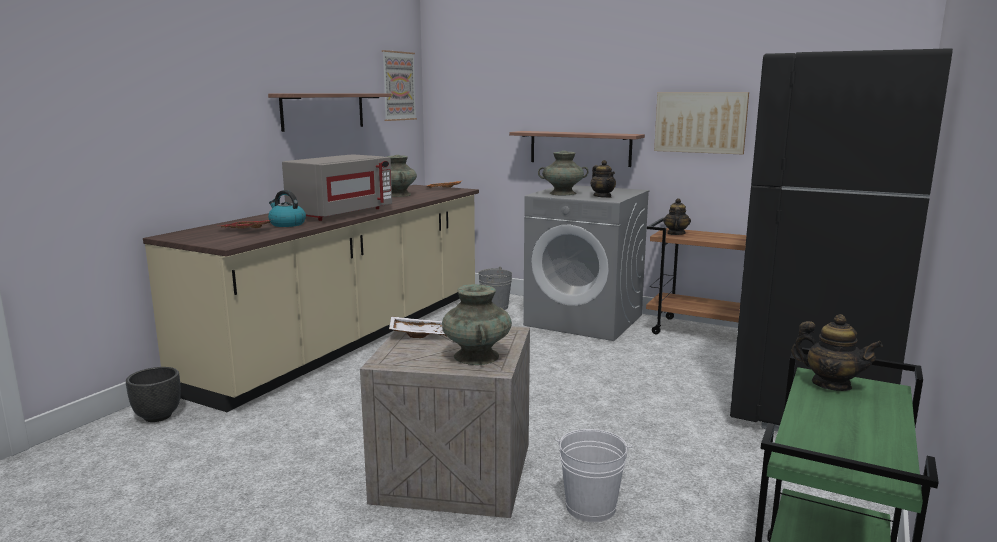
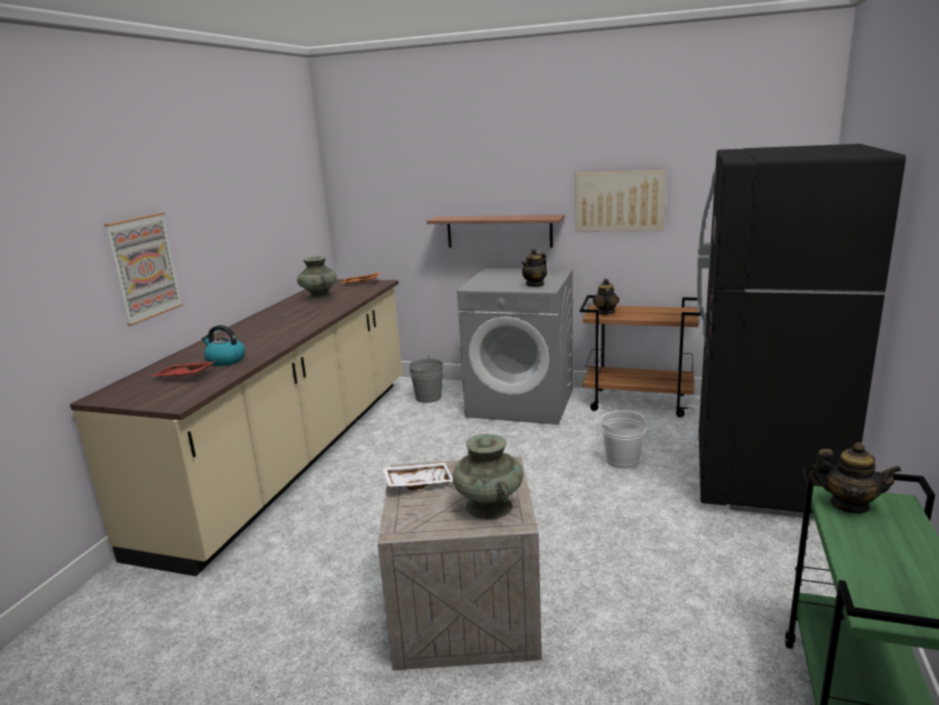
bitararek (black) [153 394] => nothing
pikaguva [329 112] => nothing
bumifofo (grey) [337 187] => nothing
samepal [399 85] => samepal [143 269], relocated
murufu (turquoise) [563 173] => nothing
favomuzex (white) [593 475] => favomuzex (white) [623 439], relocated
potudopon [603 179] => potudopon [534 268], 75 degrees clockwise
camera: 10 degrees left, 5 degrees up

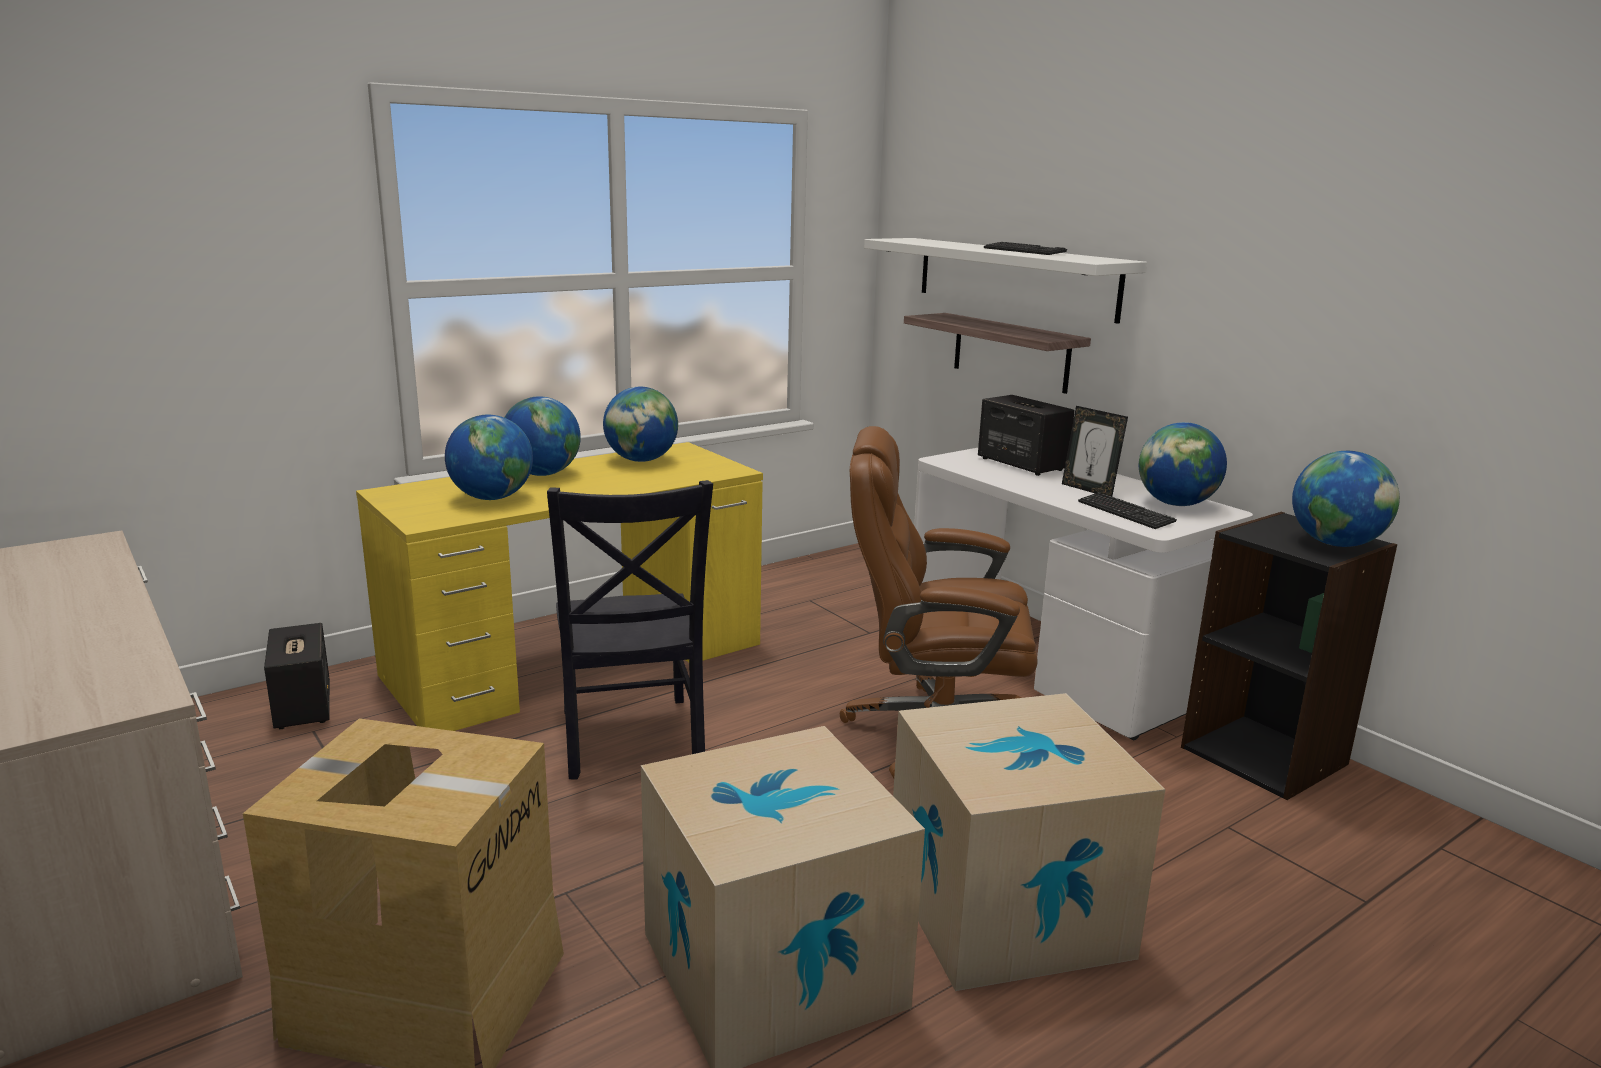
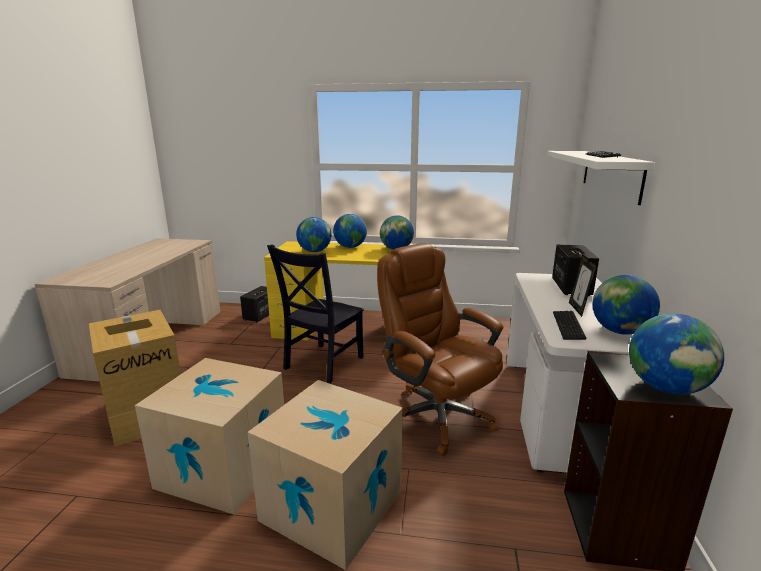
pikaguva [997 353] => nothing
camera: 45 degrees right, 0 degrees up

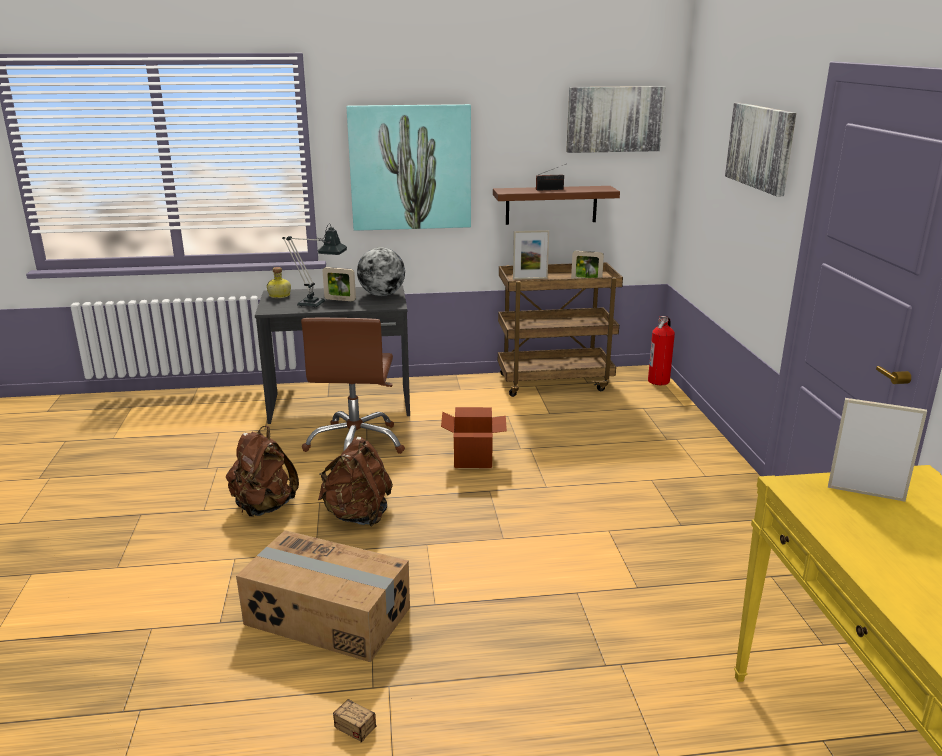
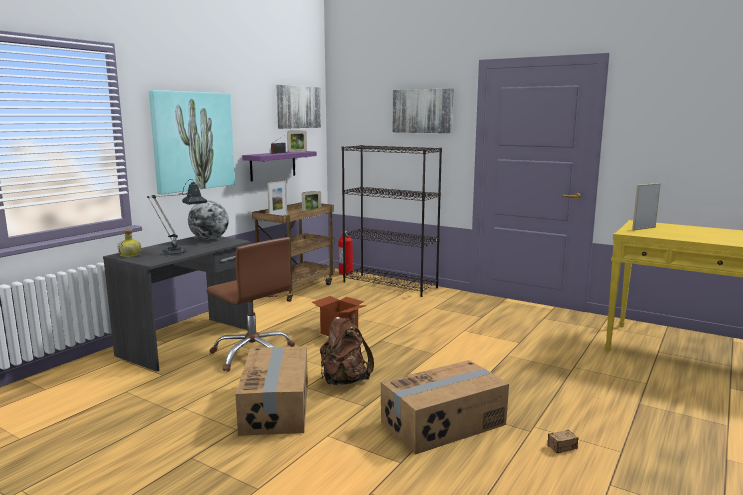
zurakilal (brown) [262 471] => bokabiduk [271 391]
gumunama [339 284] => gumunama [297 141], relocated
pikaguva (brown) [556 205] => pikaguva (purple) [279 166]
nothing => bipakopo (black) [392 221]
camera: 50 degrees left, 10 degrees down

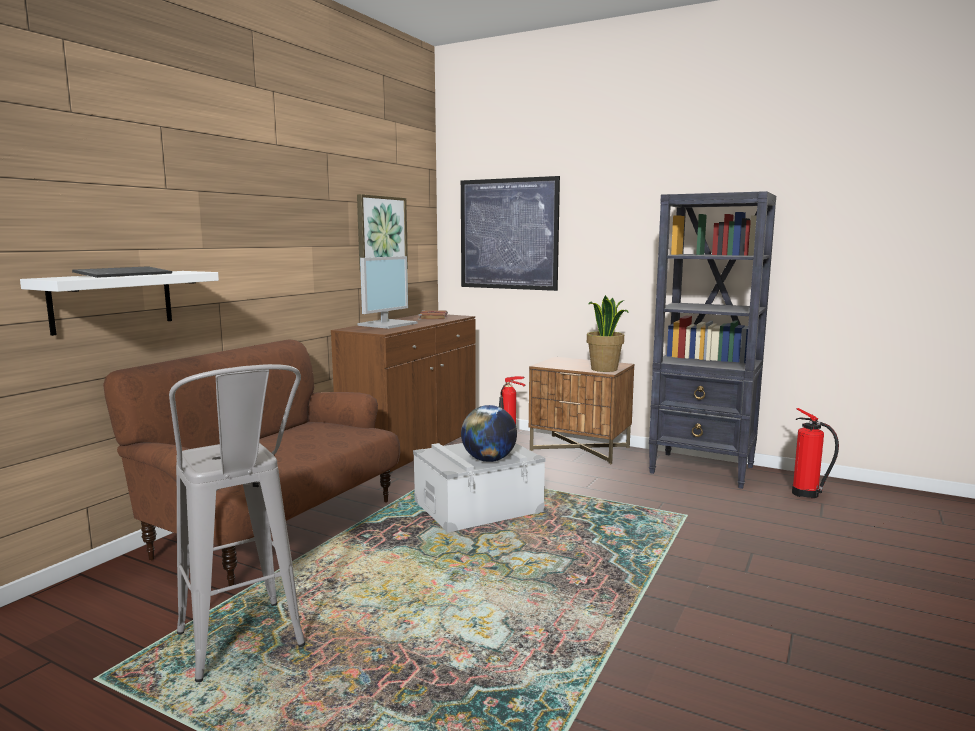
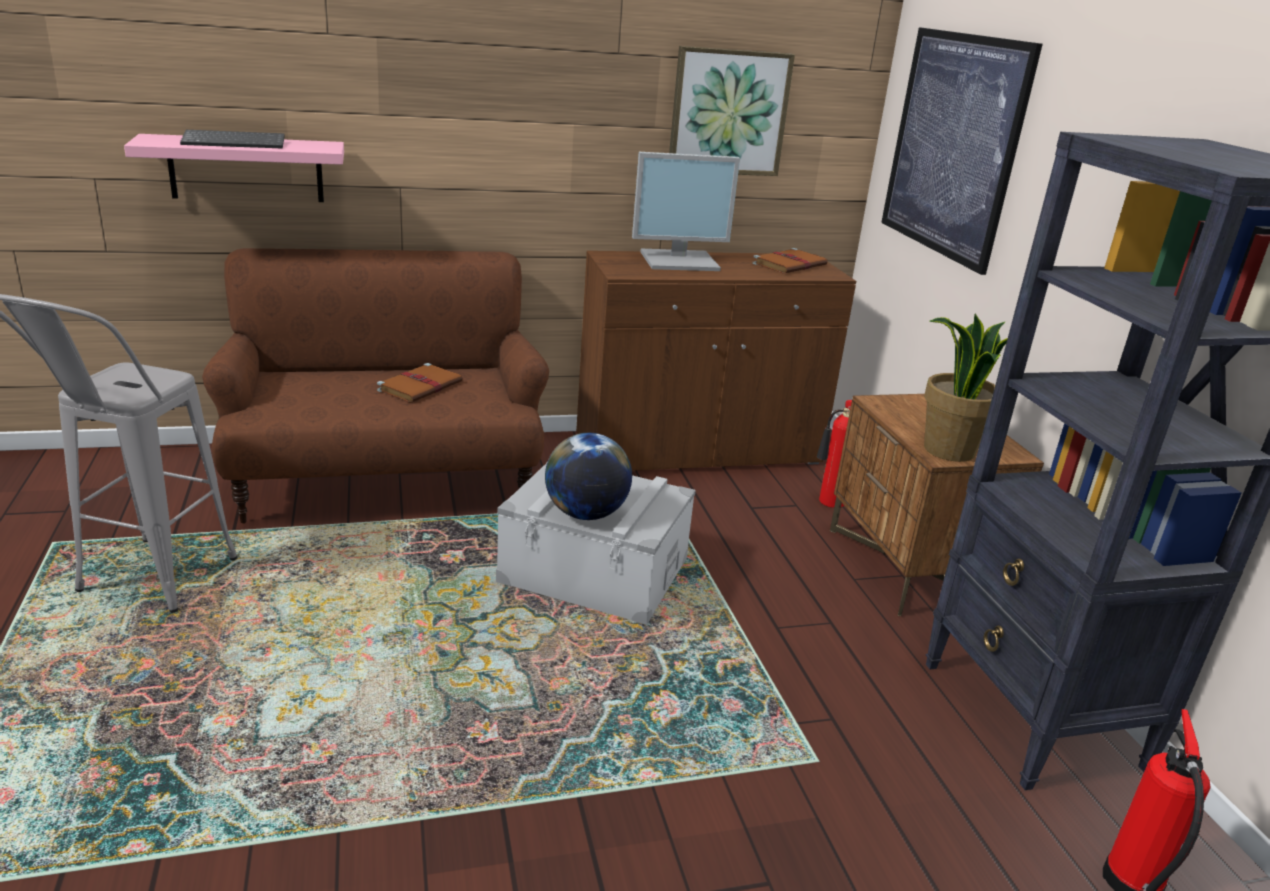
pikaguva (white) [119 303] => pikaguva (pink) [234 168]
nothing => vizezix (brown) [420 382]
camera: 45 degrees right, 15 degrees up

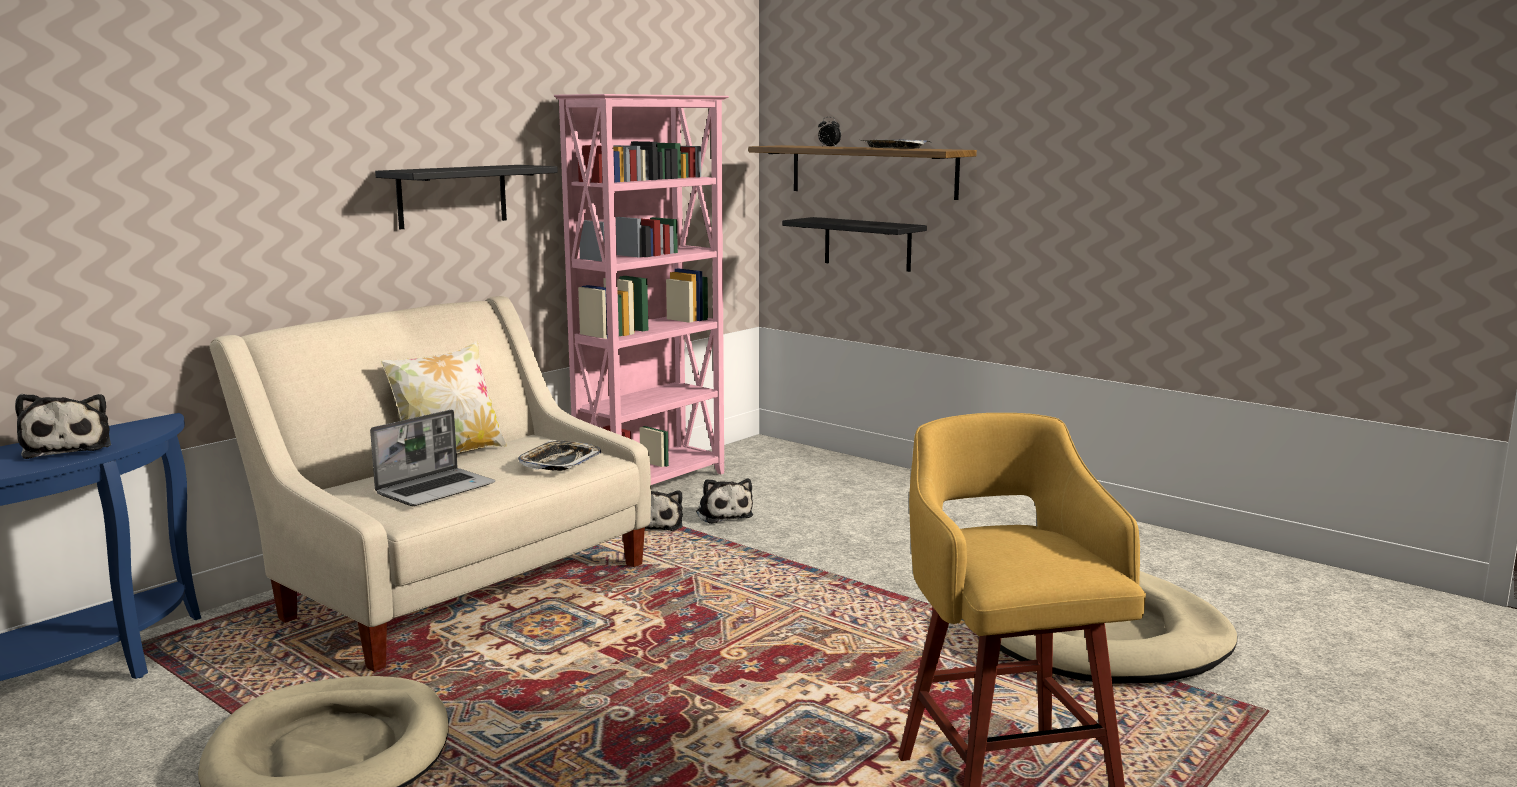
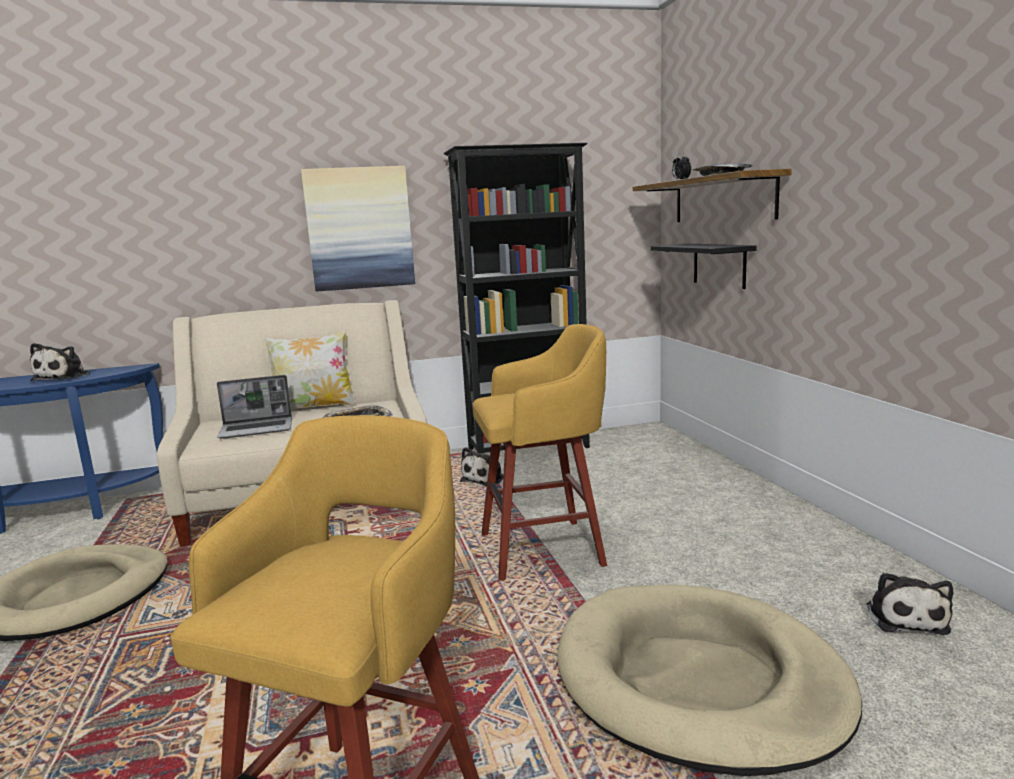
pikaguva (black) [466 197] => samepal [358 228]
bipakopo (pink) [641 289] => bipakopo (black) [517 298]
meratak [724 501] => meratak [910 603], relocated
nothing => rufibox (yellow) [540 452]
camera: 35 degrees right, 0 degrees up

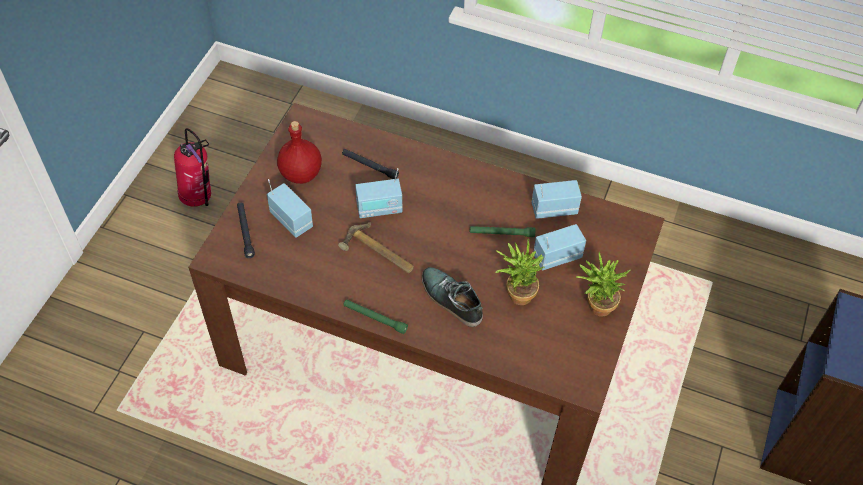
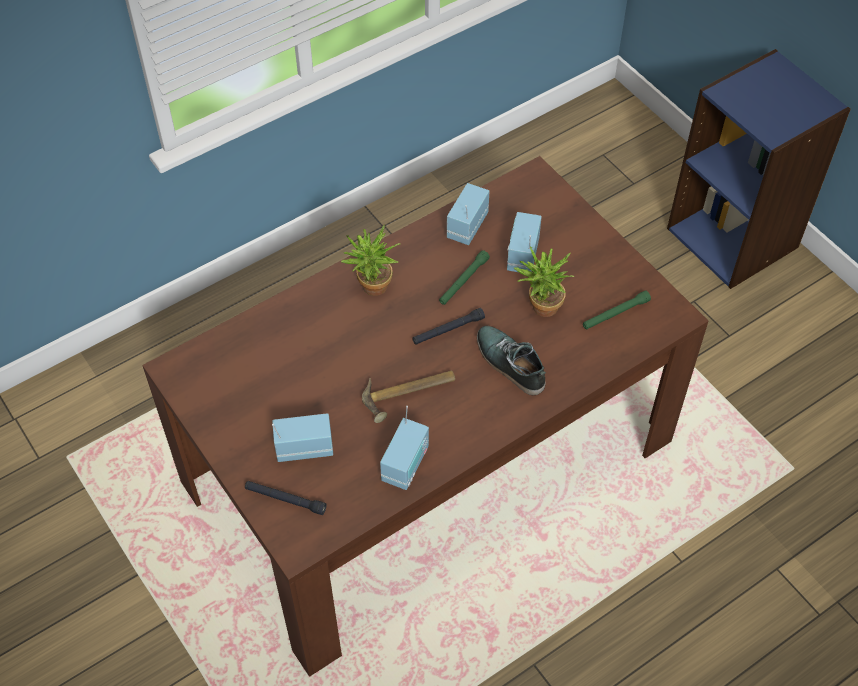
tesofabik [192 167] => nothing
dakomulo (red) [299 152] => nothing
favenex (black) [370 164] => favenex (black) [448 326], relocated
favenex (green) [375 317] => favenex (green) [617 310], relocated
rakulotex [378 193] => rakulotex [404 448], relocated
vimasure [452 297] => vimasure [511 360], 60 degrees clockwise
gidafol [603 284] => gidafol [370 260], relocated
camera: 55 degrees left, 0 degrees up

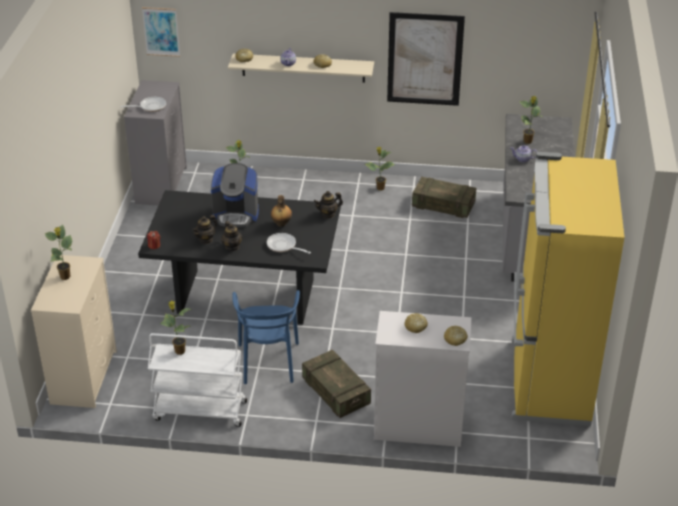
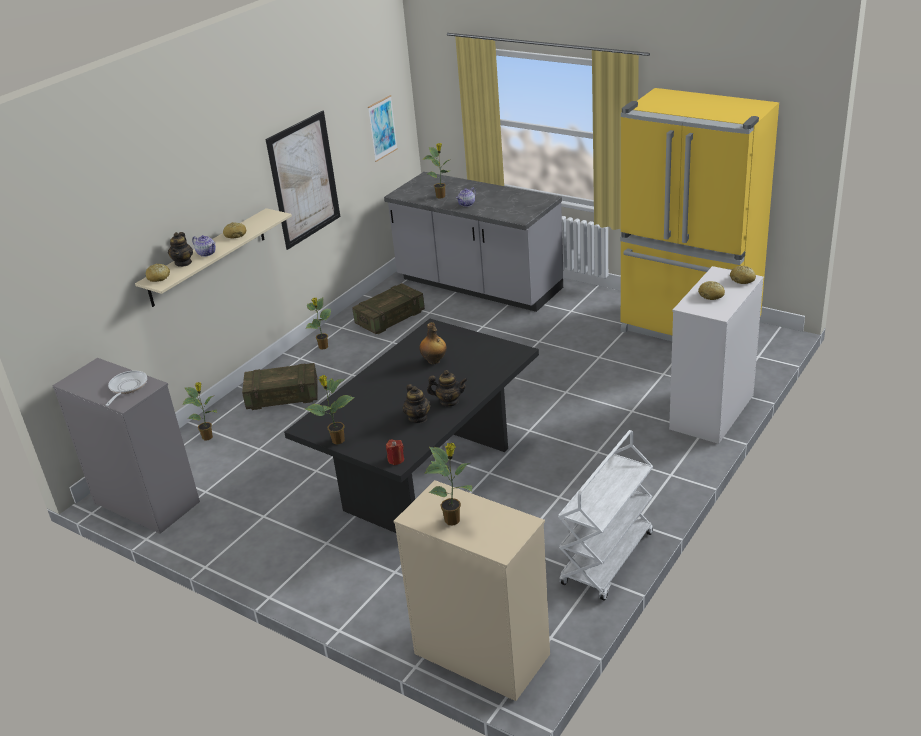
samepal [161 32] => samepal [383 128], relocated
gidafol [176 328] => gidafol [330 410], relocated
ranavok [235 195] => nothing
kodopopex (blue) [266 337] => nothing
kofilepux [289 243] => nothing
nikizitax [336 384] => nikizitax [280 386], relocated
potudopon [328 204] => potudopon [180 249], relocated
camera: 60 degrees left, 5 degrees down

